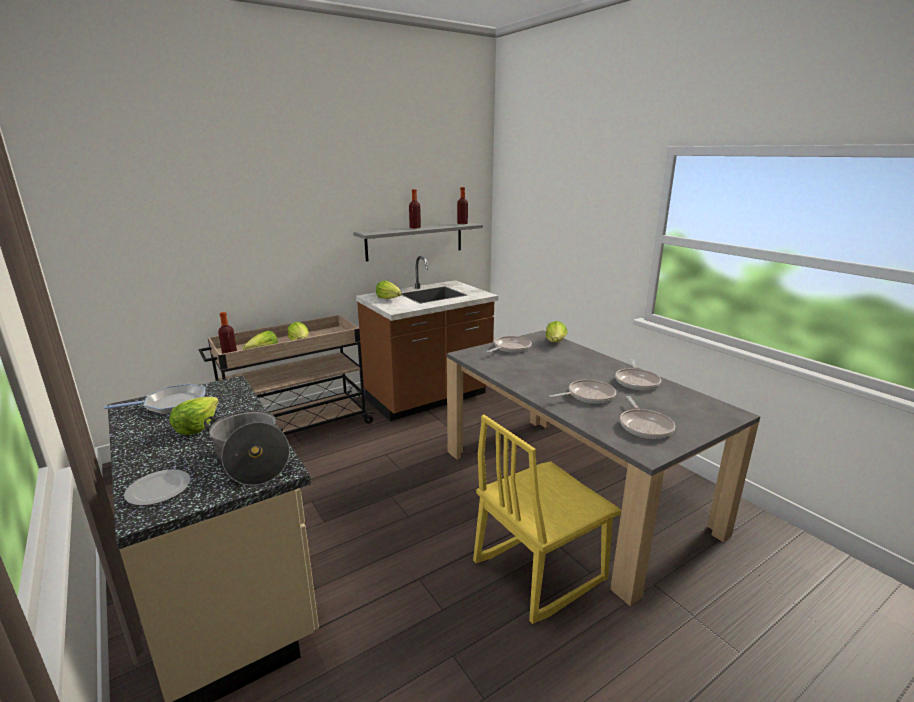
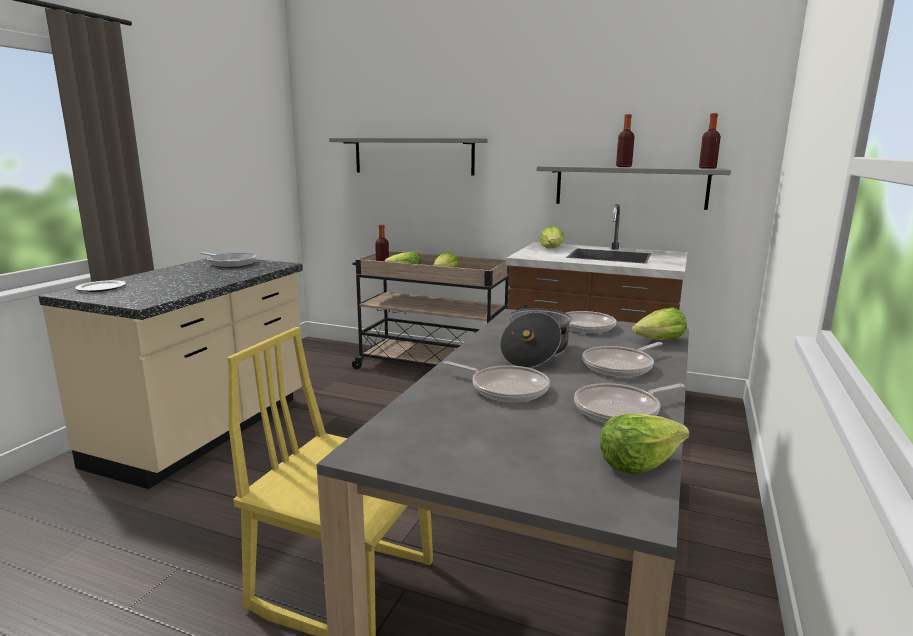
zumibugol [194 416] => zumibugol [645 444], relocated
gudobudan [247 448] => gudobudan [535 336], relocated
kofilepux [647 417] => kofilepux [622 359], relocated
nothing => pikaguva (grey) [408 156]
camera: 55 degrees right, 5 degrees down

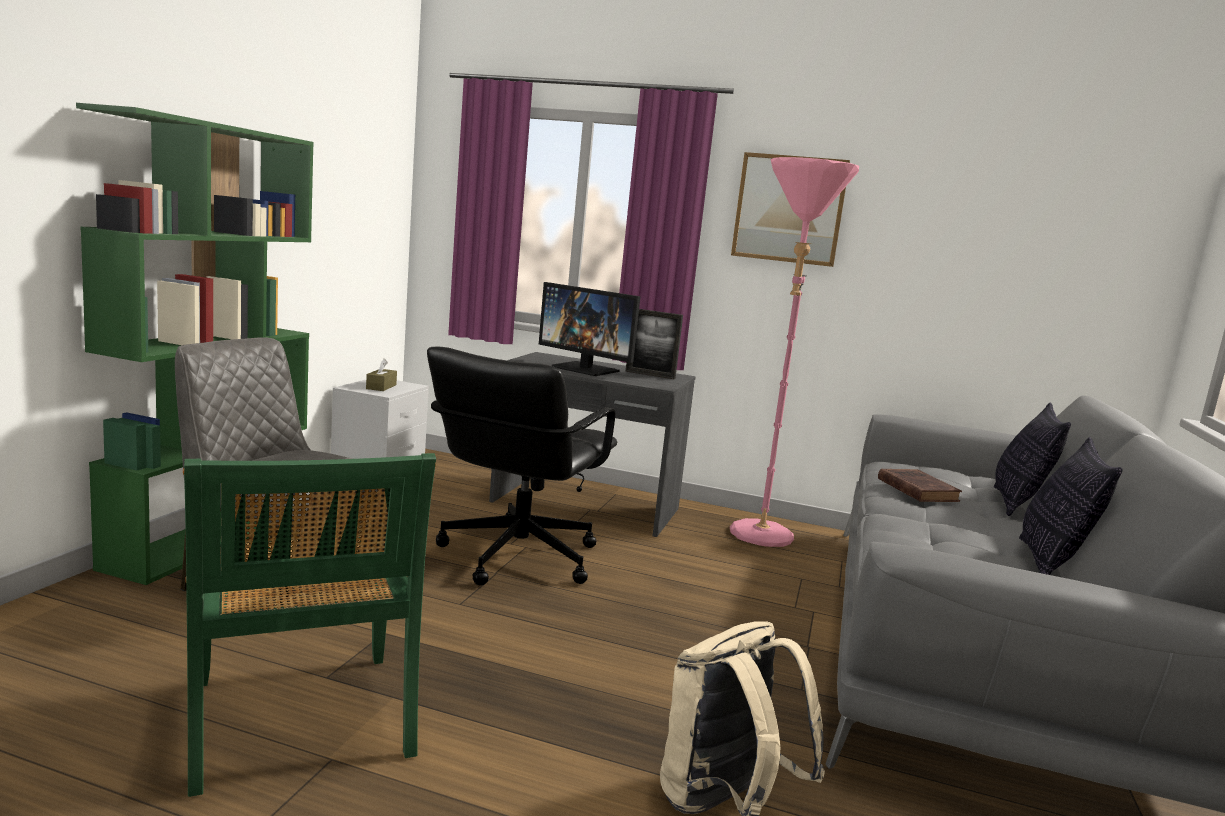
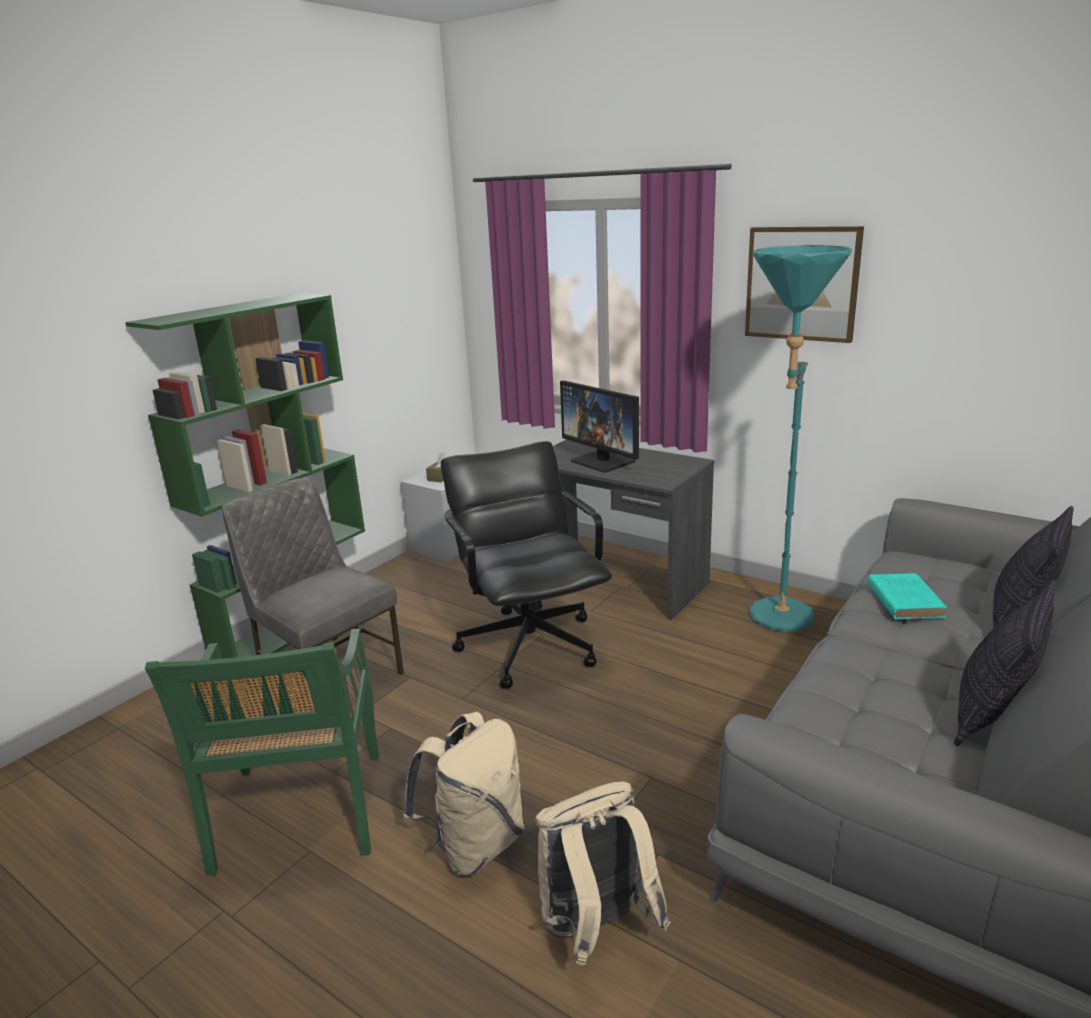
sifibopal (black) [522 466] => sifibopal (black) [526 565], 120 degrees clockwise
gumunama [654 344] => nothing
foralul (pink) [794 352] => foralul (turquoise) [800 438]
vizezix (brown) [920 485] => vizezix (turquoise) [907 596]
nothing => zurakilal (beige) [464 794]
camera: 20 degrees right, 10 degrees up

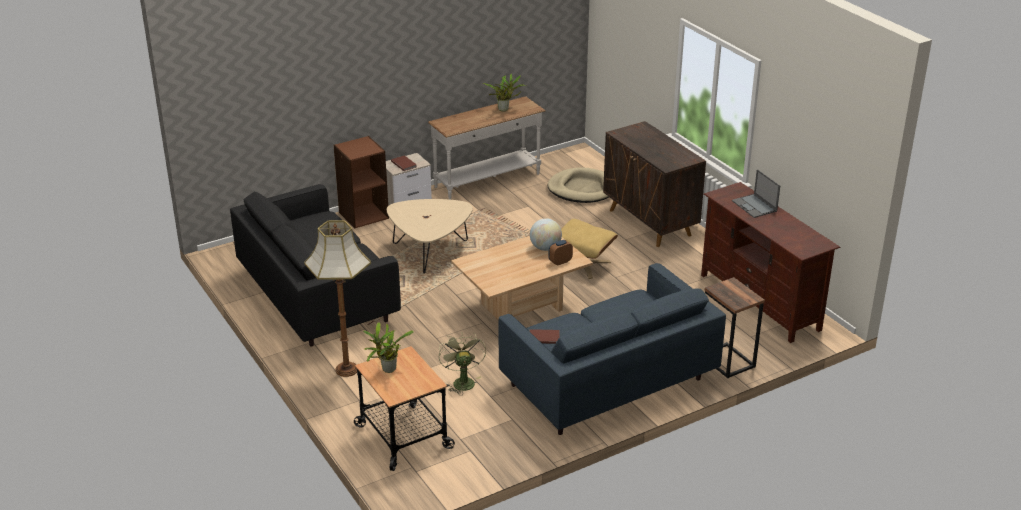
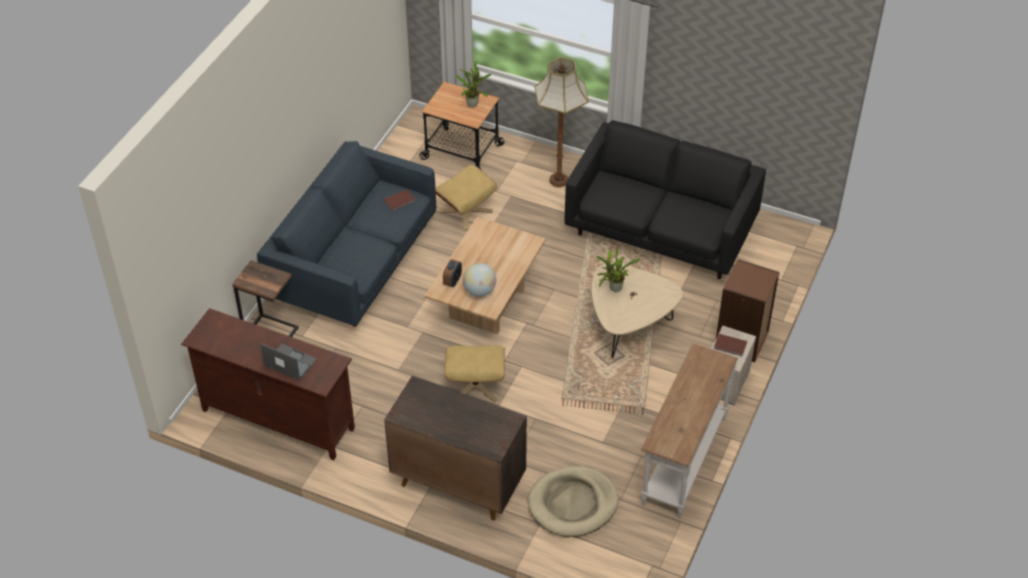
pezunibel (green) [462 363] => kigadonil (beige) [466 197]
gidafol [504 93] => gidafol [618 270], relocated
camera: 145 degrees right, 15 degrees up

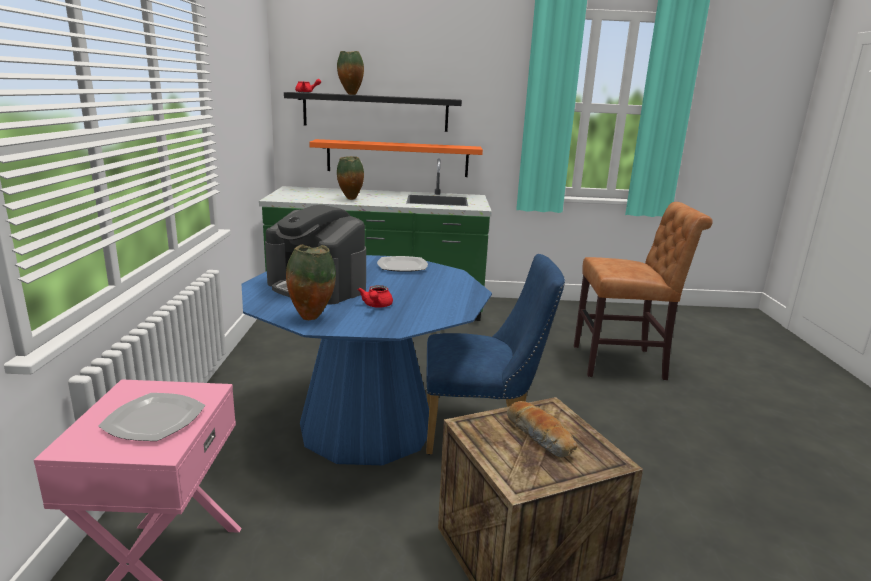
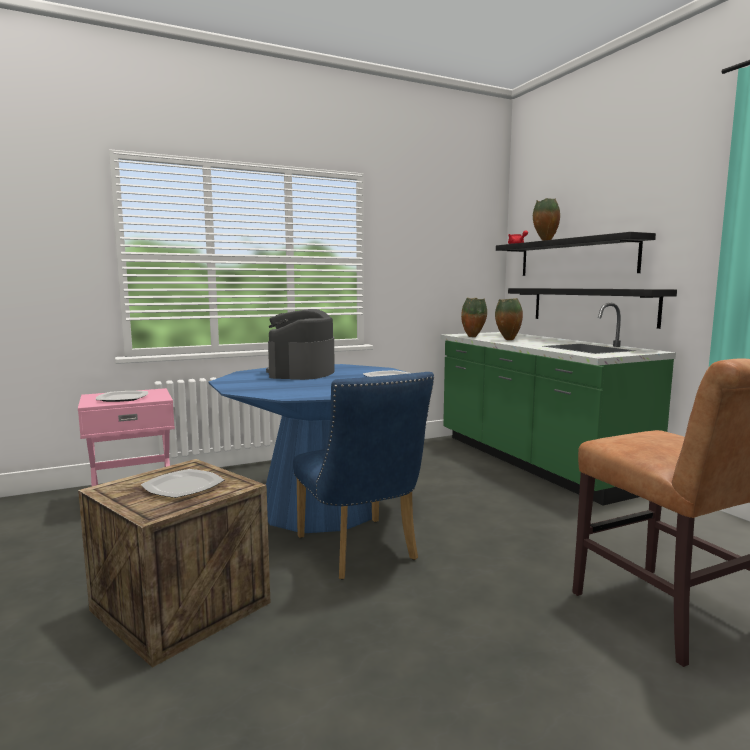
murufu [311 282] => murufu [474 317], relocated
pikaguva (orange) [396 158] => pikaguva (black) [592 308]
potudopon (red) [375 296] => nothing
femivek [542 429] => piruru [182 483]
camera: 65 degrees right, 10 degrees down

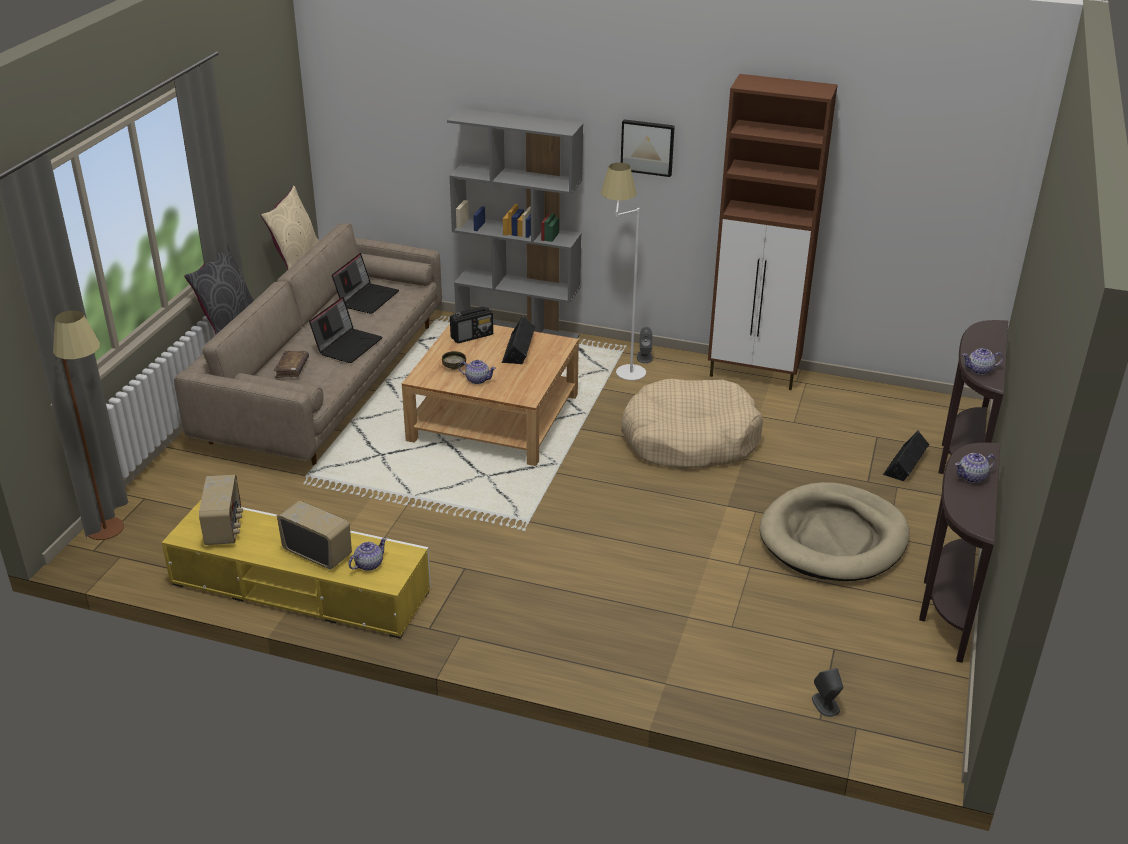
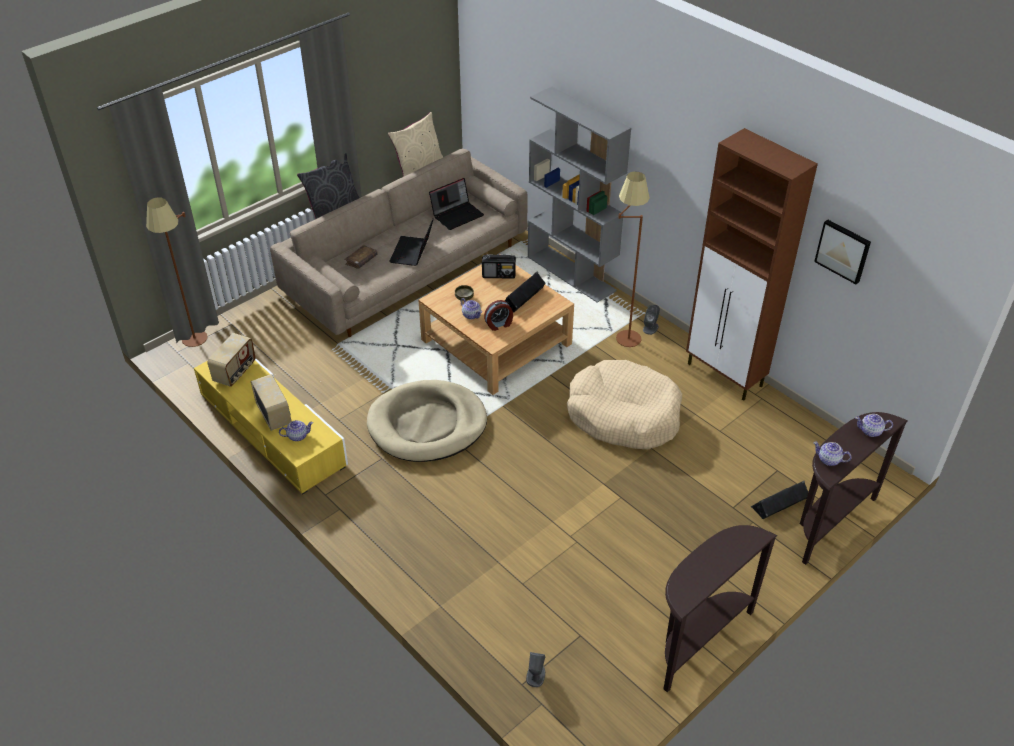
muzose [346 330] => muzose [411 242], 135 degrees clockwise
foralul (white) [623 271] => foralul (brown) [633 259]
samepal [648 148] => samepal [842 252], relocated
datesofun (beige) [834 531] => datesofun (beige) [427 421], relocated
potudopon [975 468] => potudopon [874 425], relocated
nothing => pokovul [498 315]
camera: 30 degrees right, 10 degrees up

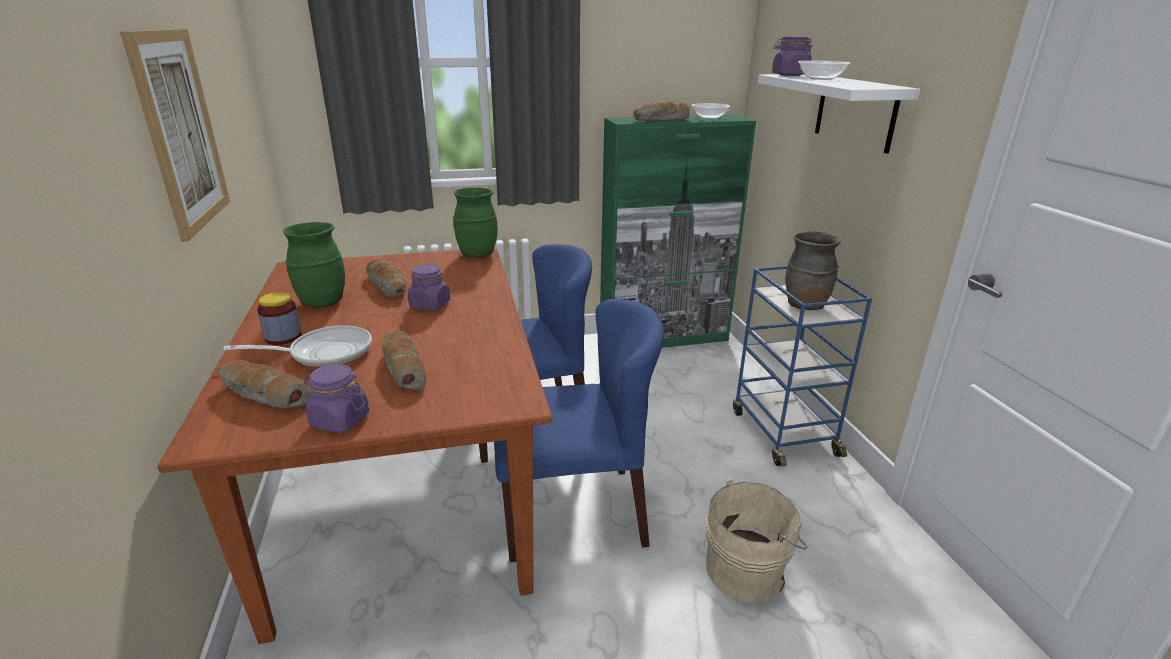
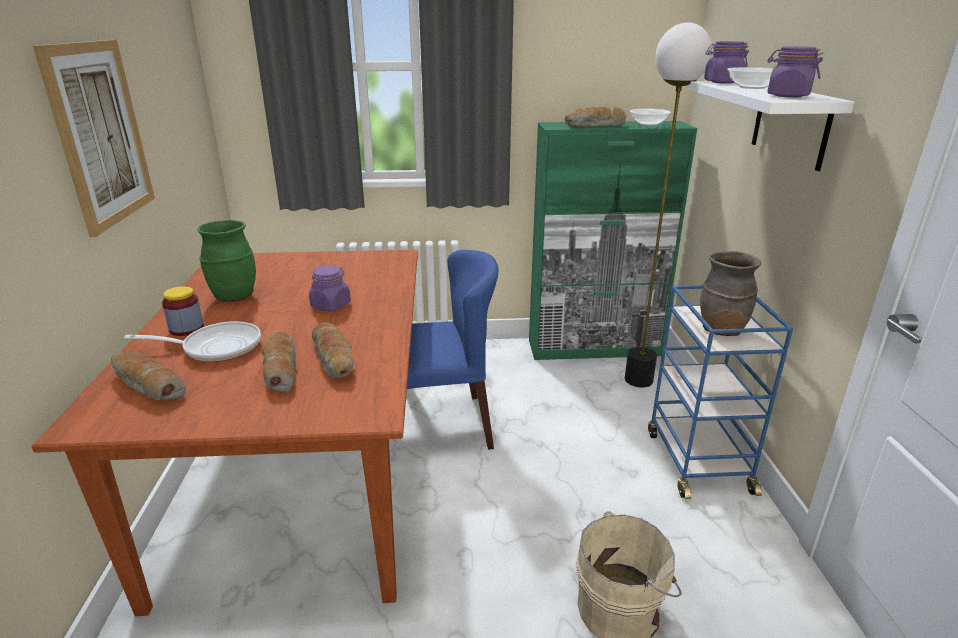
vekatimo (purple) [336 398] => vekatimo (purple) [795 72], relocated
femivek [386 278] => femivek [332 350], relocated
murufu (green) [475 223] => nothing
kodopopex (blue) [579 430] => nothing
nothing => foralul [668 204]
camera: 10 degrees right, 0 degrees up

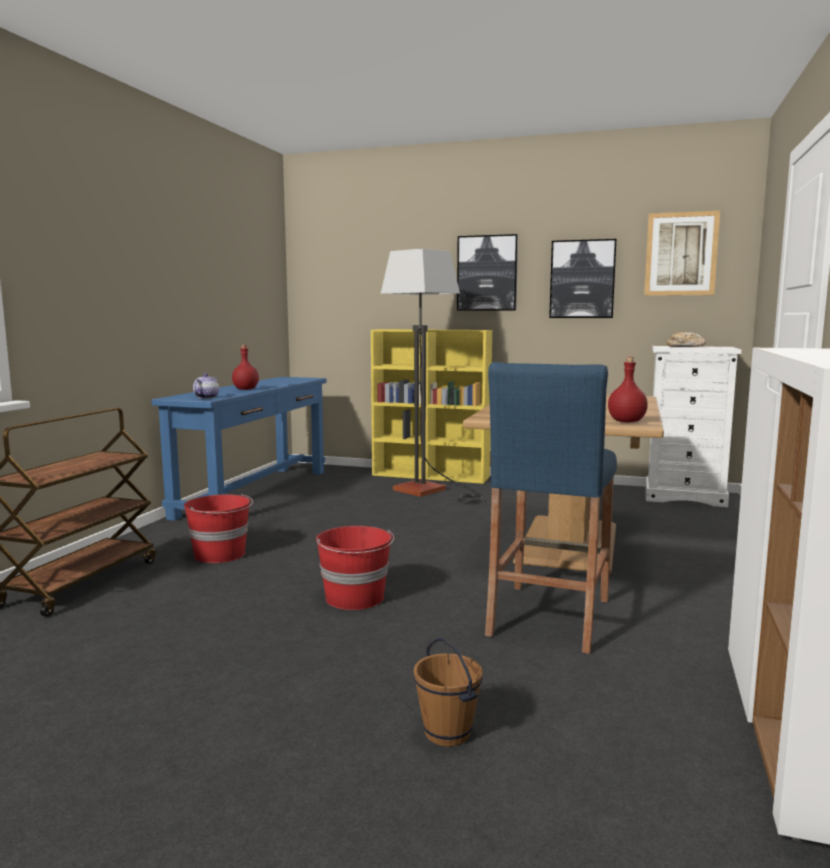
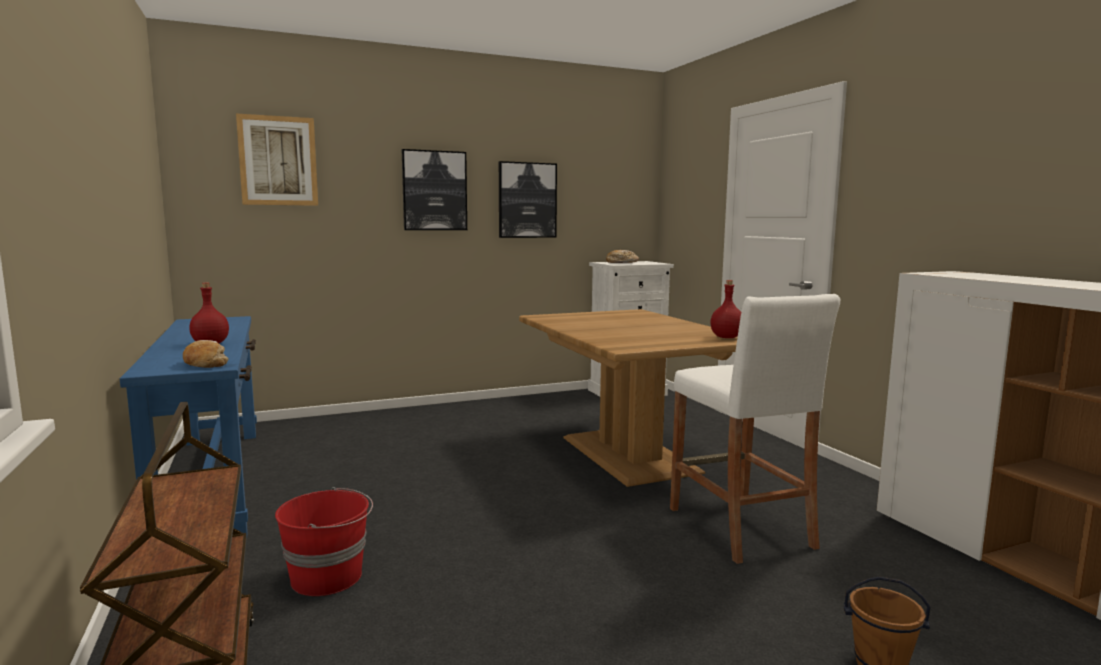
potudopon [206 386] => femivek [206 354]
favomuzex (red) [355 568] => nothing
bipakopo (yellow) [431 406] => nothing
foralul [433 375] => nothing
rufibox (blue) [551 508] => rufibox (white) [755 429]
samepal [682 253] => samepal [277 159], relocated
camera: 40 degrees left, 0 degrees up

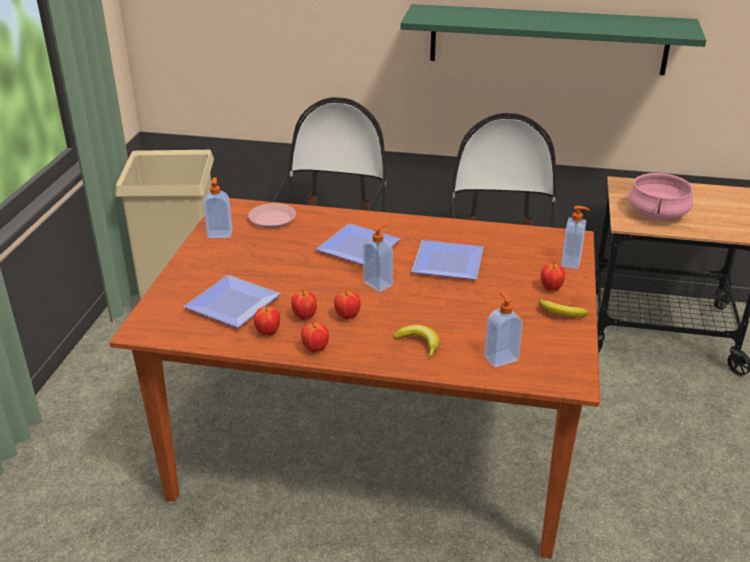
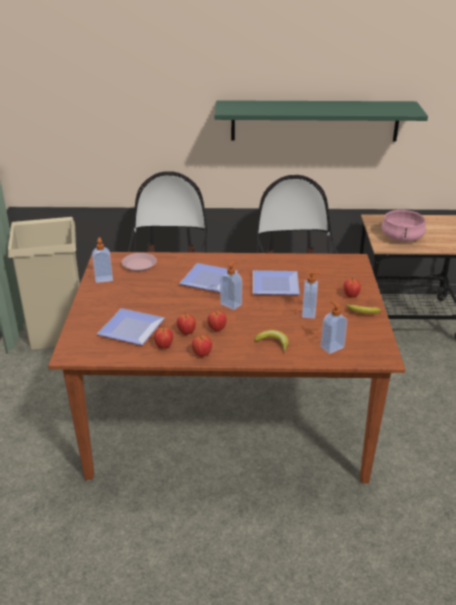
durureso [575 237] => durureso [311 295], relocated
camera: 10 degrees left, 0 degrees up

